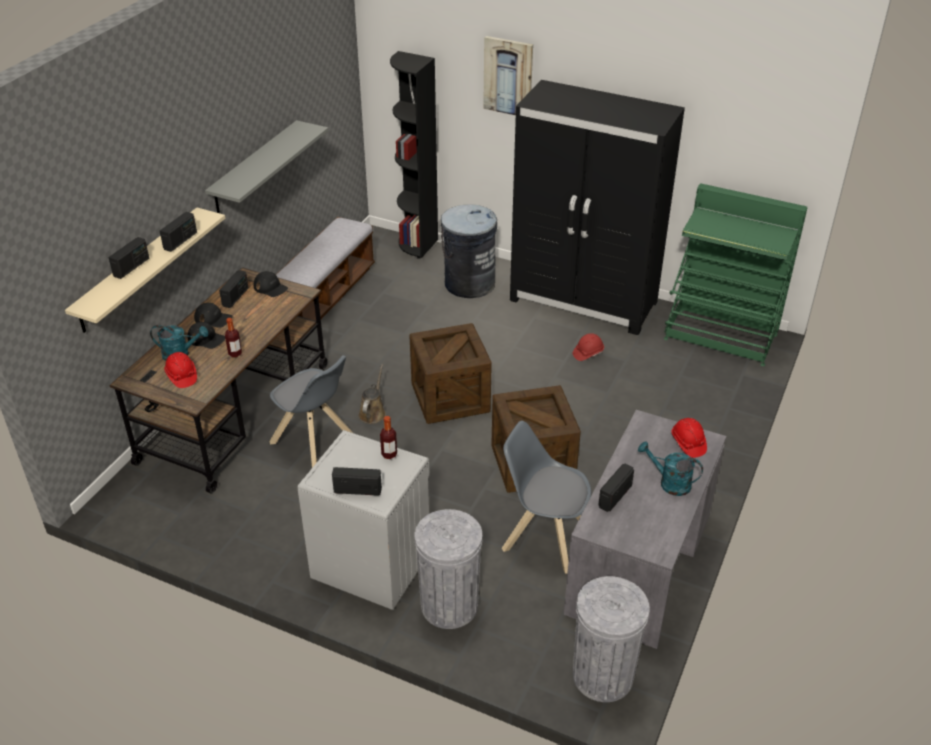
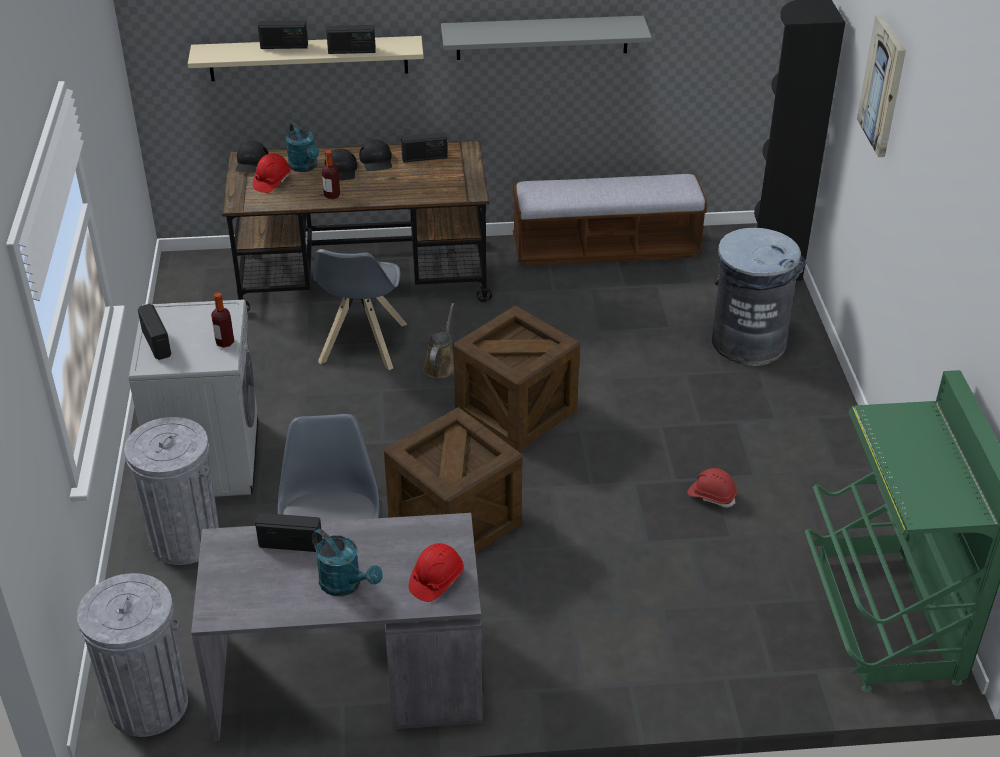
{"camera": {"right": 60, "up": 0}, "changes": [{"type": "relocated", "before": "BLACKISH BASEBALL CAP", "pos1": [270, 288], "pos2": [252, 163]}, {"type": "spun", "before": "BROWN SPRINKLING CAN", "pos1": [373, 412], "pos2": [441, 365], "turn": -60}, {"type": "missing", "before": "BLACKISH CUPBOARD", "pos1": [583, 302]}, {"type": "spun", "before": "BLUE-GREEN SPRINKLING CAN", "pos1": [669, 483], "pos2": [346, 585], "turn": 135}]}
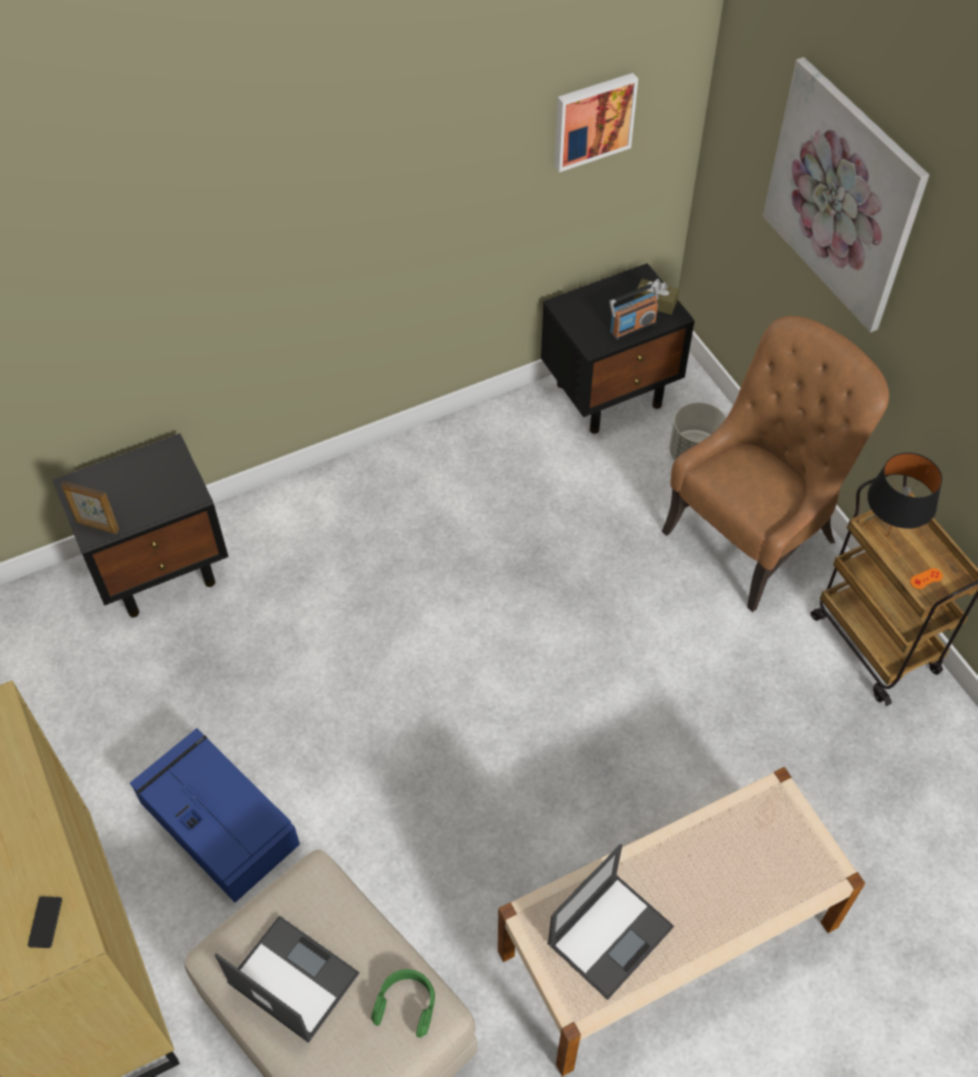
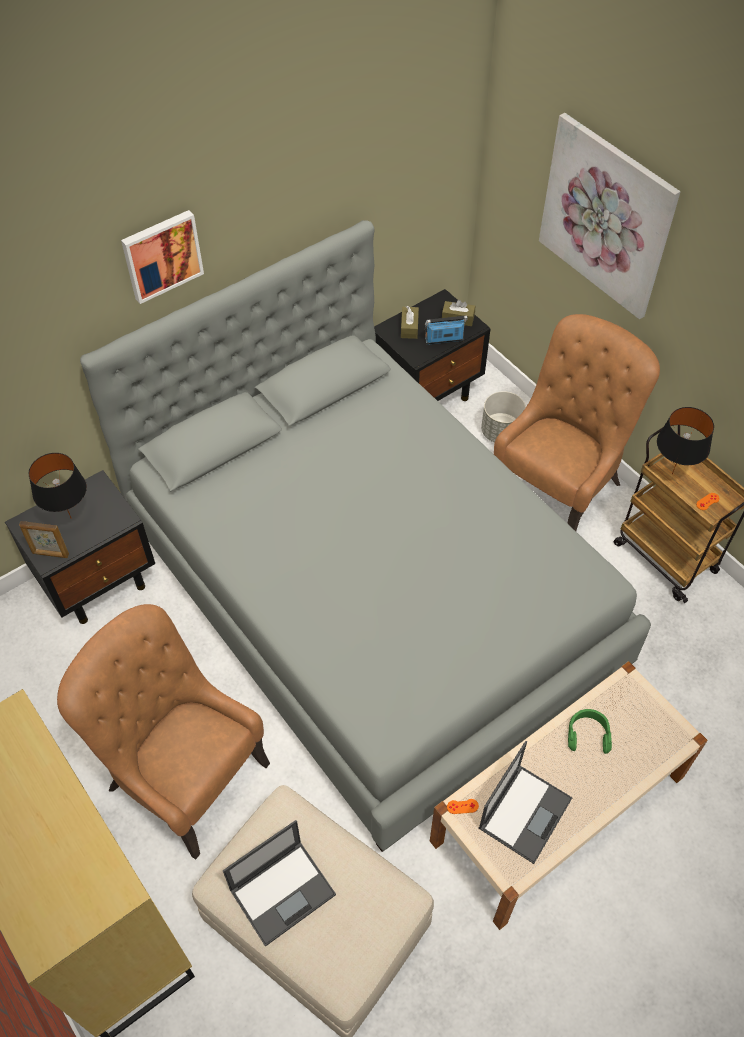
{"camera": {"right": -10, "up": 0}, "changes": [{"type": "missing", "before": "PHONE", "pos1": [45, 922]}, {"type": "exchanged", "before": "BLUISH STORAGE BOX", "after": "BROWN UPRIGHT CHAIR", "pos1": [217, 821], "pos2": [186, 776]}, {"type": "spun", "before": "LAPTOP", "pos1": [292, 978], "pos2": [283, 891], "turn": 120}, {"type": "relocated", "before": "GREEN HEADSET", "pos1": [406, 1004], "pos2": [588, 734]}, {"type": "relocated", "before": "WALL ART", "pos1": [592, 120], "pos2": [161, 255]}, {"type": "spun", "before": "RADIO SET", "pos1": [632, 327], "pos2": [444, 339], "turn": -150}, {"type": "appeared", "after": "BLACKISH LAMP FOR A TABLE", "pos2": [71, 518]}, {"type": "appeared", "after": "GRAY BEDROOM BED", "pos2": [371, 594]}, {"type": "appeared", "after": "BROWN BOX OF TISSUES", "pos2": [409, 327]}, {"type": "appeared", "after": "ORANGE-COLOURED JOYPAD", "pos2": [462, 806]}]}
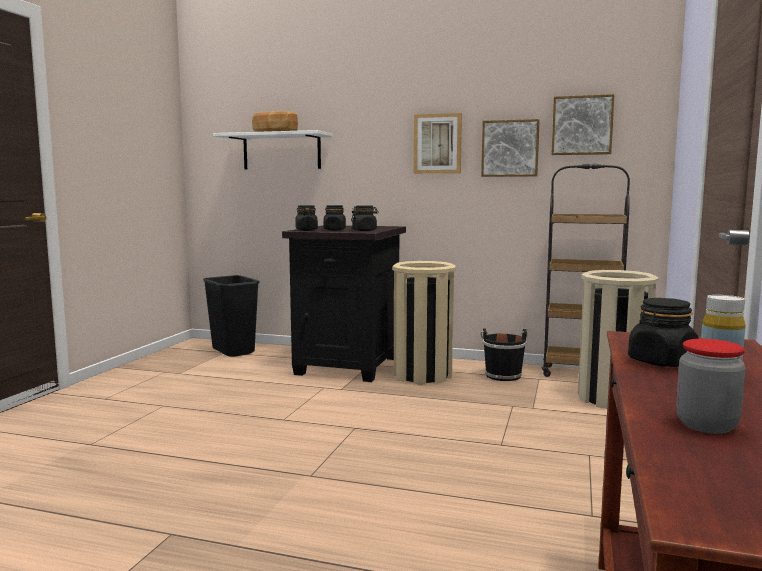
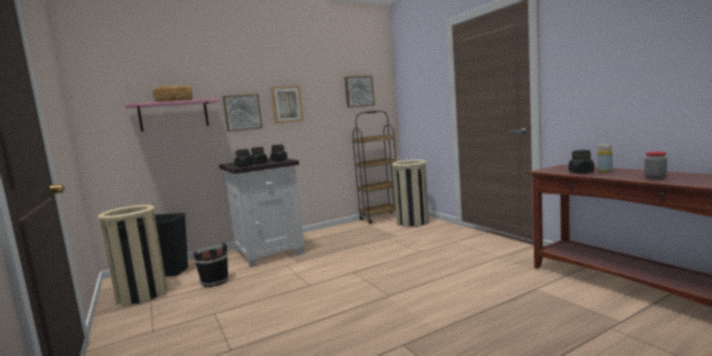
{"camera": {"right": -45, "up": 0}, "changes": [{"type": "colour", "before": "WHITISH BRACKET SHELF", "after": "PINK BRACKET SHELF", "pos1": [281, 151], "pos2": [174, 115]}, {"type": "colour", "before": "BLACKISH CUPBOARD", "after": "WHITISH CUPBOARD", "pos1": [349, 365], "pos2": [268, 251]}, {"type": "relocated", "before": "BEIGE-COLOURED RUBBISH BIN", "pos1": [422, 375], "pos2": [142, 295]}, {"type": "relocated", "before": "BLACKISH BUCKET", "pos1": [502, 375], "pos2": [214, 281]}, {"type": "relocated", "before": "WALL ART", "pos1": [510, 148], "pos2": [242, 112]}]}
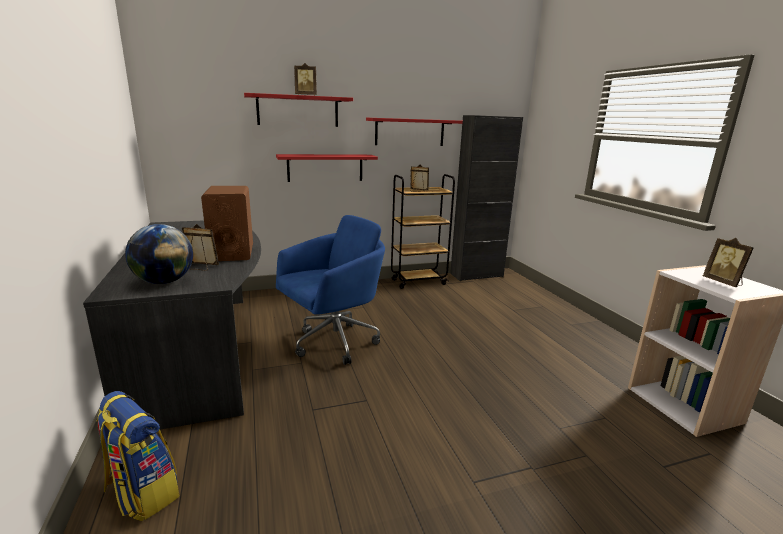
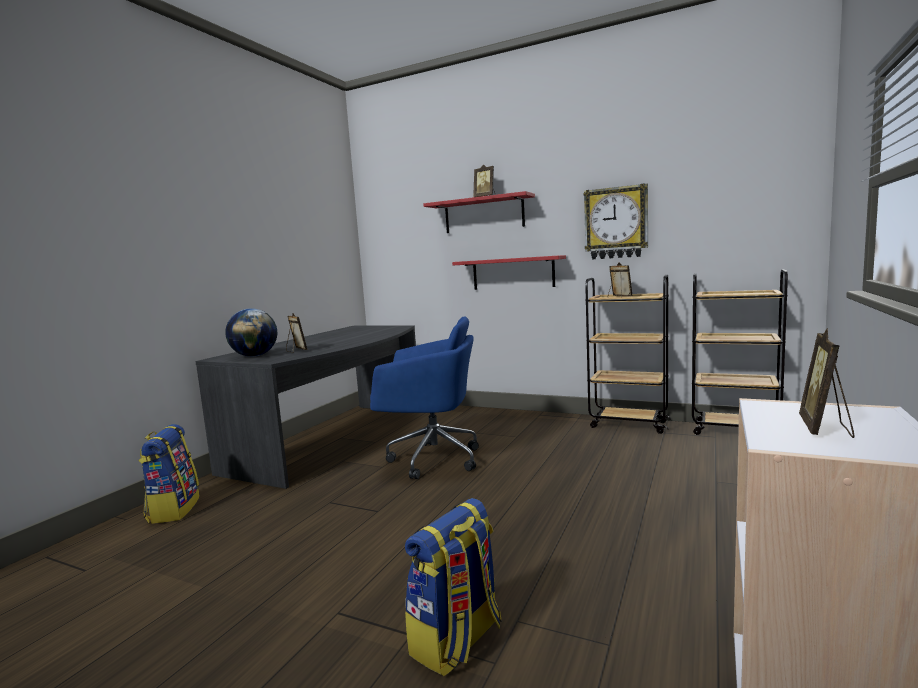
{"camera": {"right": 45, "up": -10}, "changes": [{"type": "missing", "before": "BROWN AUDIO SPEAKER", "pos1": [232, 253]}, {"type": "exchanged", "before": "REDDISH BRACKET SHELF", "after": "WALL CLOCK", "pos1": [410, 132], "pos2": [616, 223]}, {"type": "exchanged", "before": "BLACKISH CUPBOARD", "after": "BROWN TROLLEY", "pos1": [476, 275], "pos2": [735, 431]}, {"type": "appeared", "after": "BACKPACK", "pos2": [457, 641]}]}
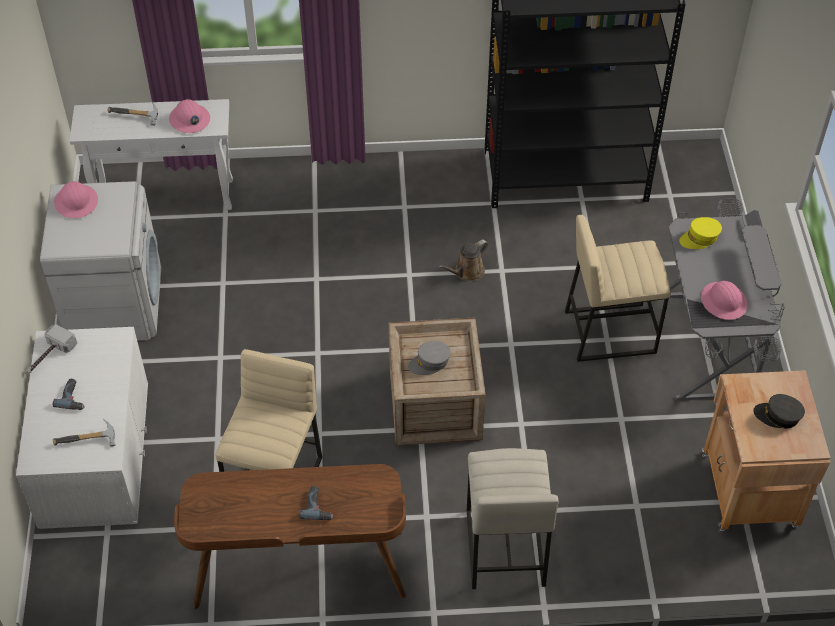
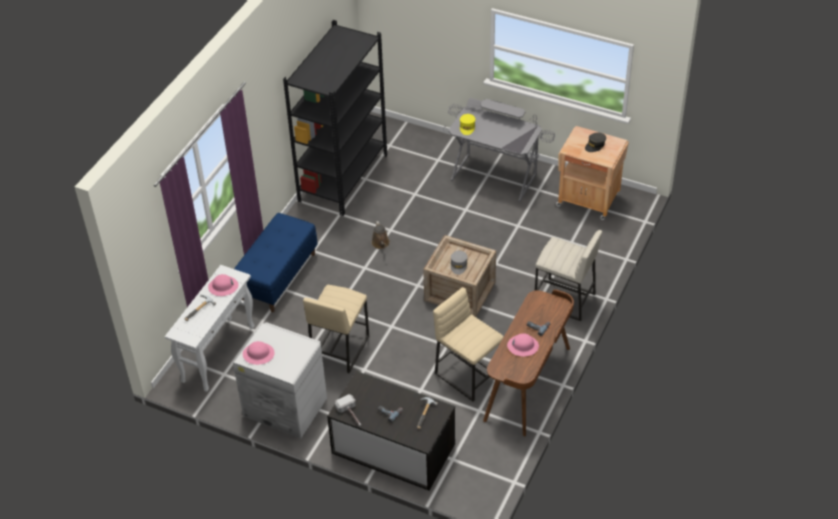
{"camera": {"right": -60, "up": -5}, "changes": [{"type": "colour", "before": "WHITISH CUPBOARD", "after": "BLACKISH CUPBOARD", "pos1": [95, 452], "pos2": [393, 448]}, {"type": "relocated", "before": "BEIGE-COLOURED STOOL SEAT", "pos1": [610, 332], "pos2": [340, 349]}, {"type": "relocated", "before": "PINK SAFETY HELMET", "pos1": [724, 301], "pos2": [522, 346]}, {"type": "appeared", "after": "BLUISH LONG SEAT", "pos2": [278, 276]}]}
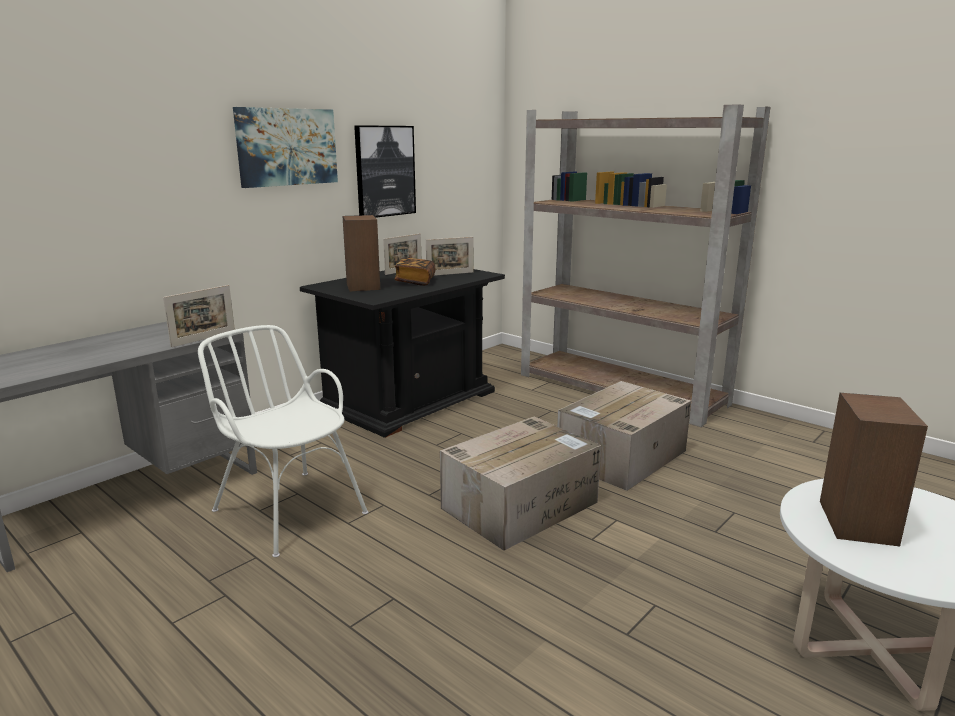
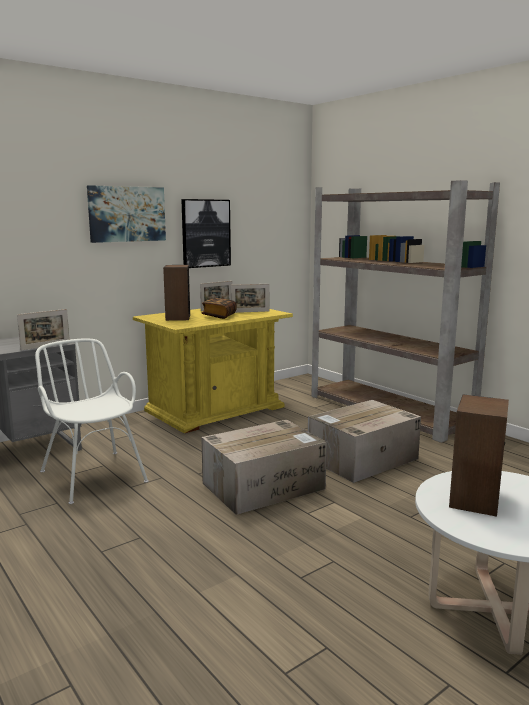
{"camera": {"right": 10, "up": -5}, "changes": [{"type": "colour", "before": "BLACKISH CUPBOARD", "after": "YELLOWISH CUPBOARD", "pos1": [410, 400], "pos2": [215, 409]}]}
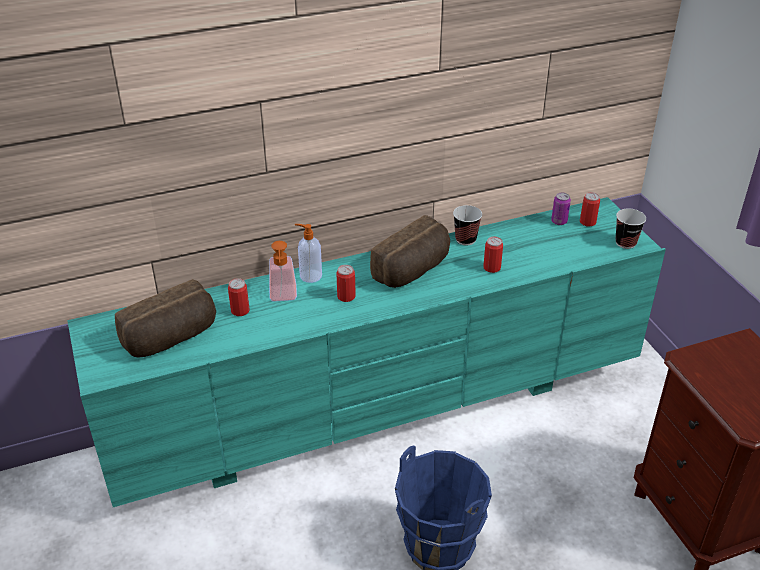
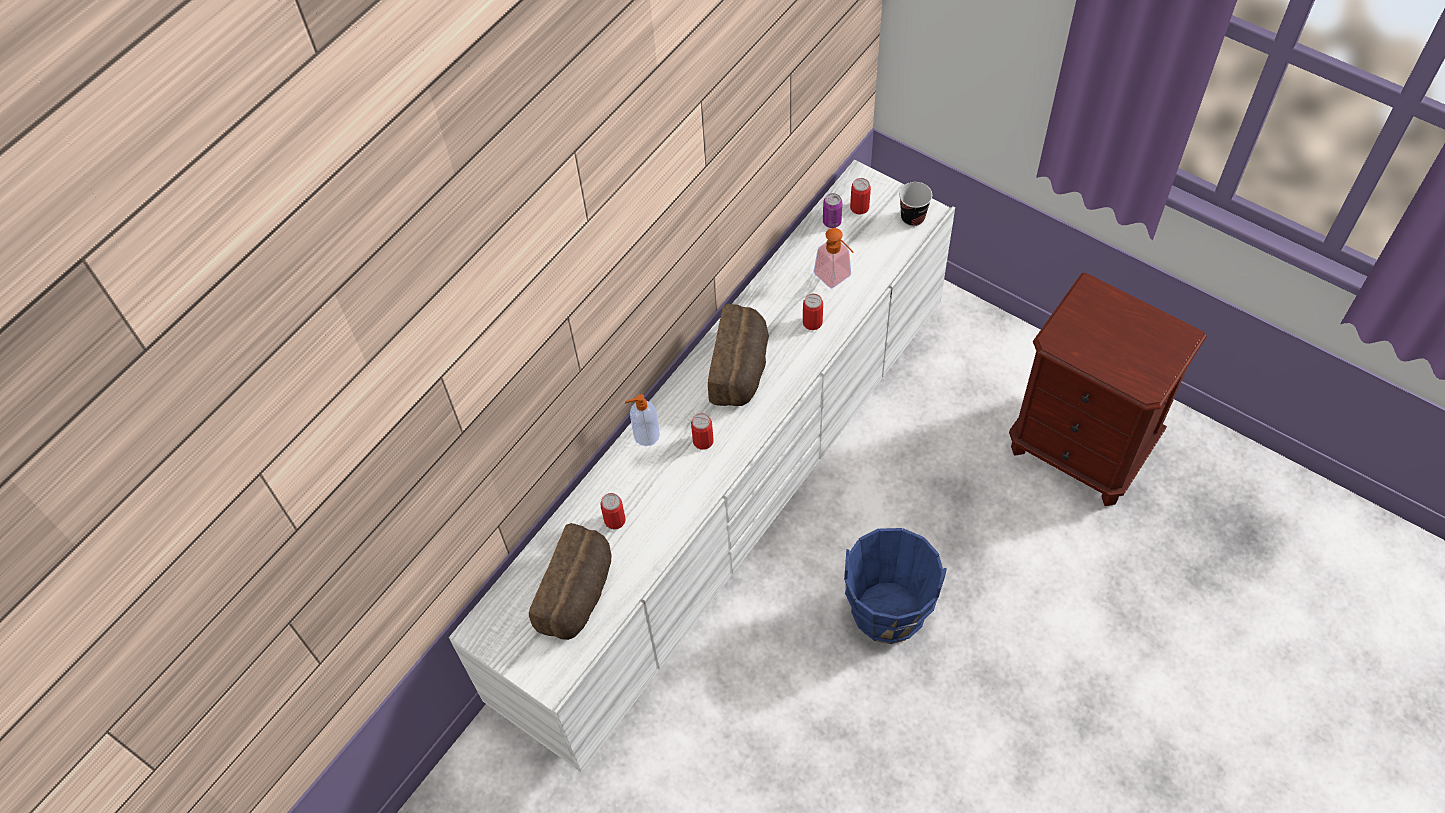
{"camera": {"right": -30, "up": 20}, "changes": [{"type": "colour", "before": "BLUE-GREEN CUPBOARD", "after": "WHITISH CUPBOARD", "pos1": [379, 413], "pos2": [729, 504]}, {"type": "relocated", "before": "SOAP BOTTLE", "pos1": [283, 297], "pos2": [836, 278]}, {"type": "missing", "before": "SMALL CUP", "pos1": [465, 239]}]}
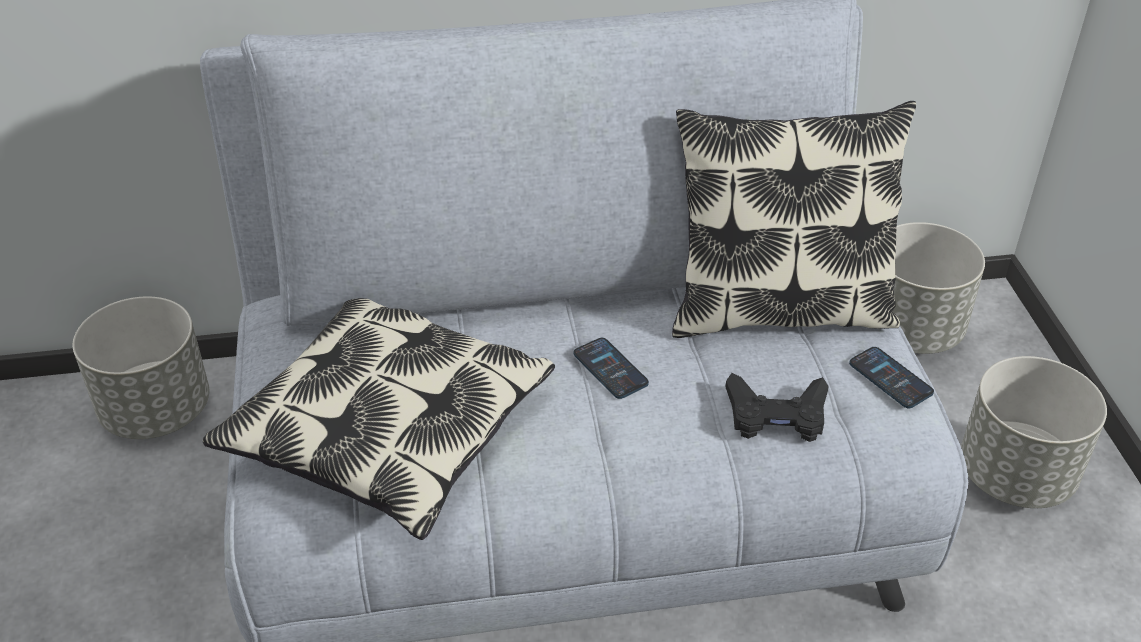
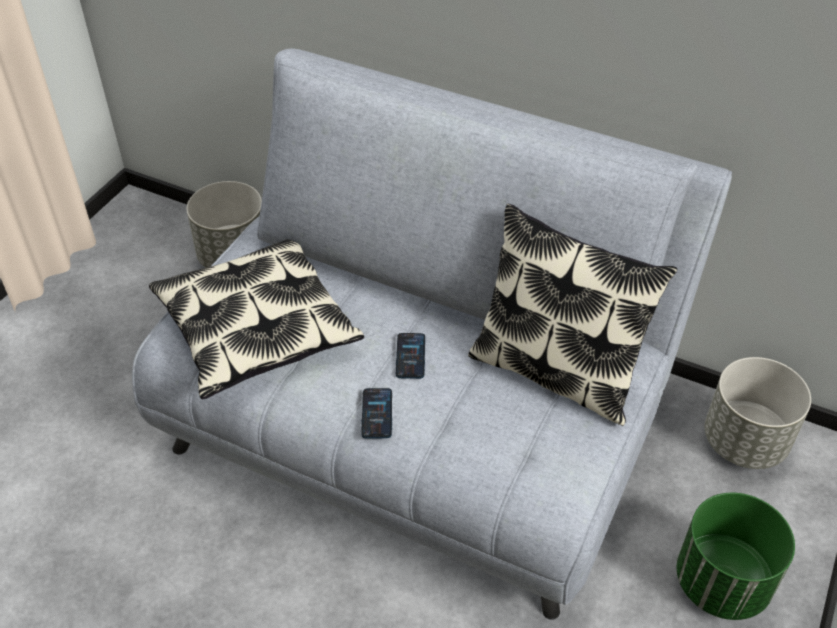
{"camera": {"right": 35, "up": 5}, "changes": [{"type": "missing", "before": "BLACKISH JOYPAD", "pos1": [776, 415]}, {"type": "relocated", "before": "PHONE", "pos1": [890, 378], "pos2": [377, 414]}, {"type": "colour", "before": "GRAY PLANTER", "after": "GREEN PLANTER", "pos1": [1016, 476], "pos2": [722, 583]}]}
